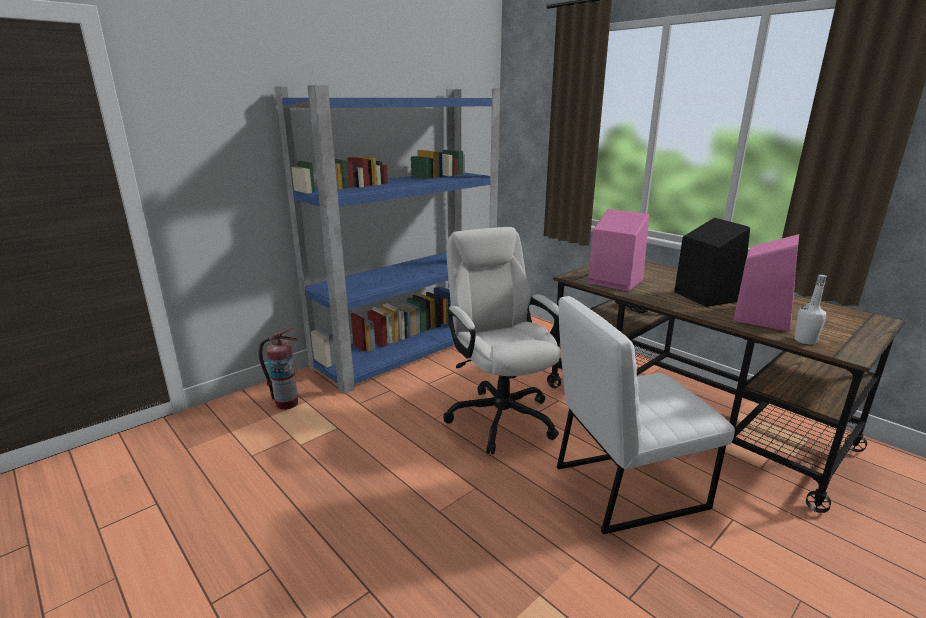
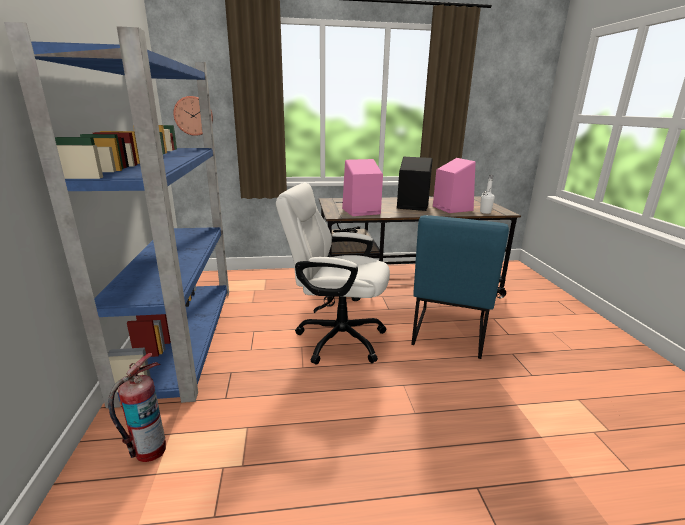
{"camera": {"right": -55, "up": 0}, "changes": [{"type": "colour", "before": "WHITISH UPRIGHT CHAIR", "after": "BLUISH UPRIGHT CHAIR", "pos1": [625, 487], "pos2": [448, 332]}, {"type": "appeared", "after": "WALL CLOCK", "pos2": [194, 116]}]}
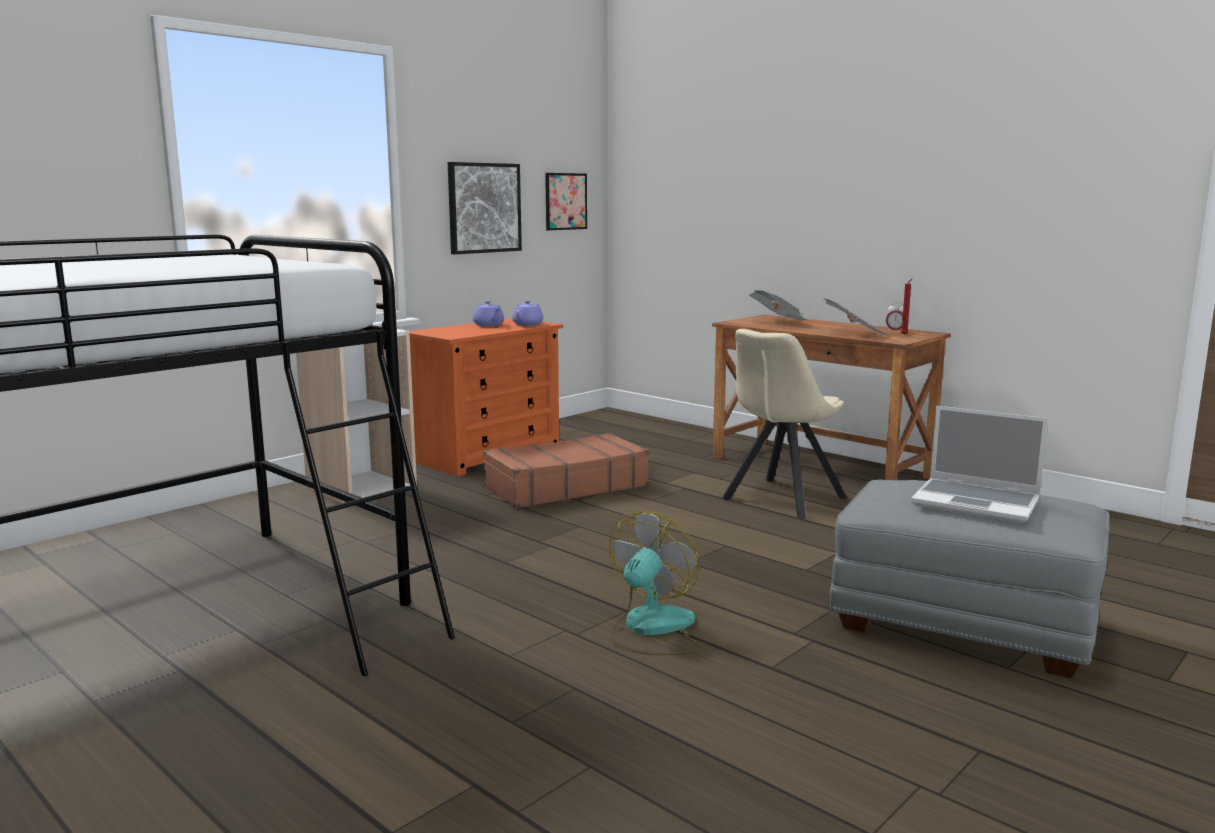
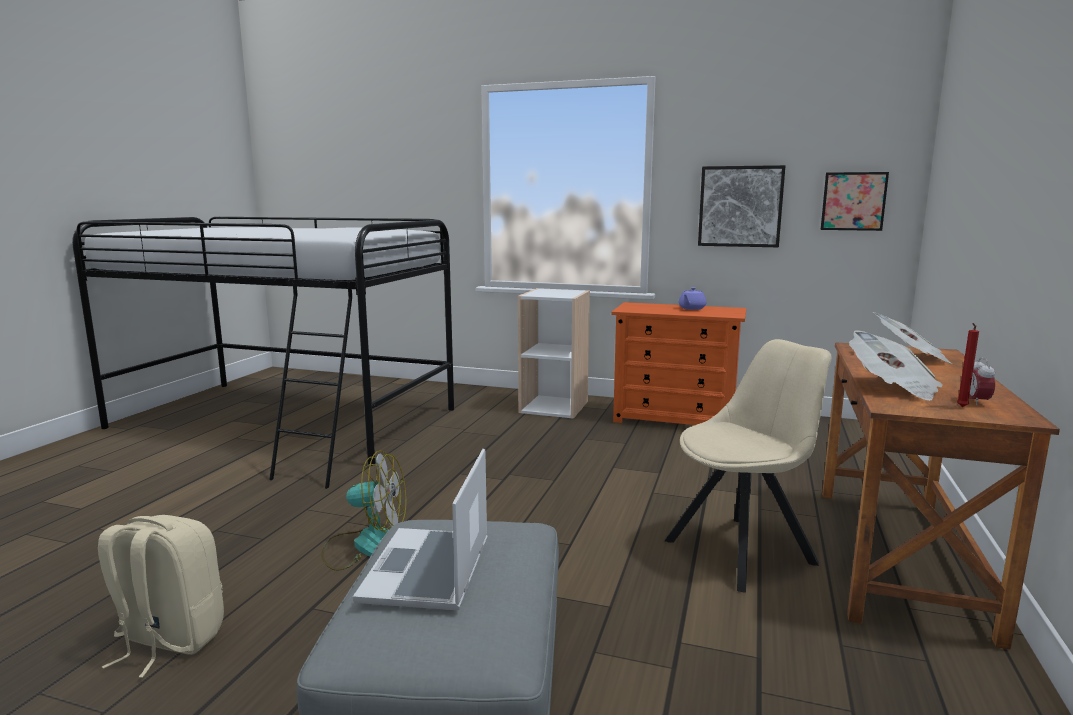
{"camera": {"right": 65, "up": 0}, "changes": [{"type": "missing", "before": "BROWN SUITCASE", "pos1": [565, 486]}, {"type": "missing", "before": "PURPLE TEAPOT", "pos1": [528, 324]}, {"type": "spun", "before": "BEIGE-COLOURED UPRIGHT CHAIR", "pos1": [782, 499], "pos2": [742, 550], "turn": 135}, {"type": "appeared", "after": "BEIGE-COLOURED BACKPACK", "pos2": [168, 641]}]}
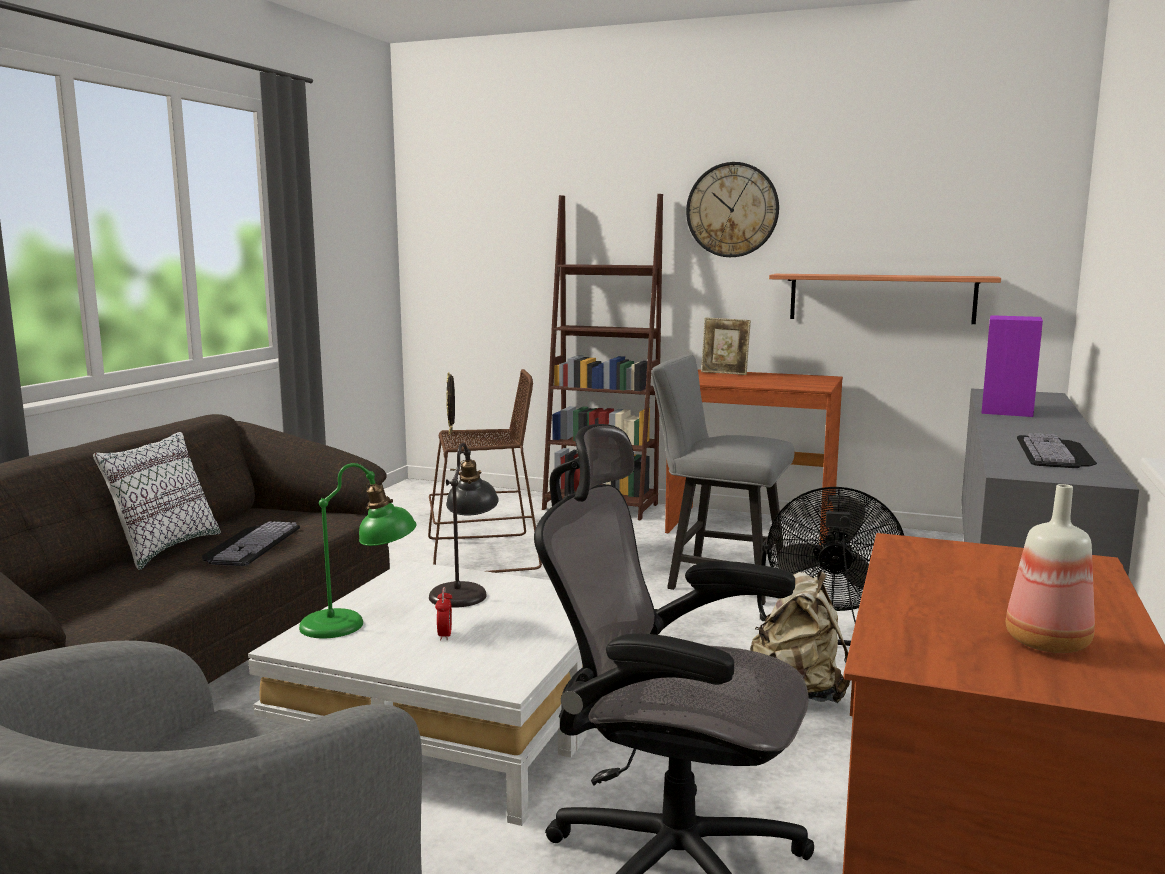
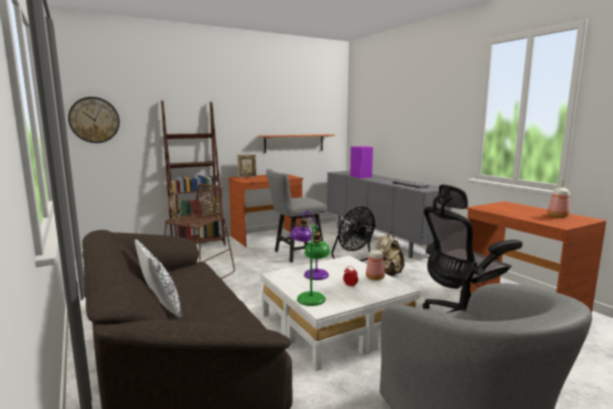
{"camera": {"right": -50, "up": 0}, "changes": [{"type": "missing", "before": "PC KEYBOARD", "pos1": [249, 544]}, {"type": "colour", "before": "GRAY LAMP FOR A TABLE", "after": "PURPLE LAMP FOR A TABLE", "pos1": [464, 587], "pos2": [308, 272]}, {"type": "relocated", "before": "WALL CLOCK", "pos1": [732, 210], "pos2": [94, 120]}, {"type": "appeared", "after": "BEVERAGE BOTTLE", "pos2": [375, 278]}]}
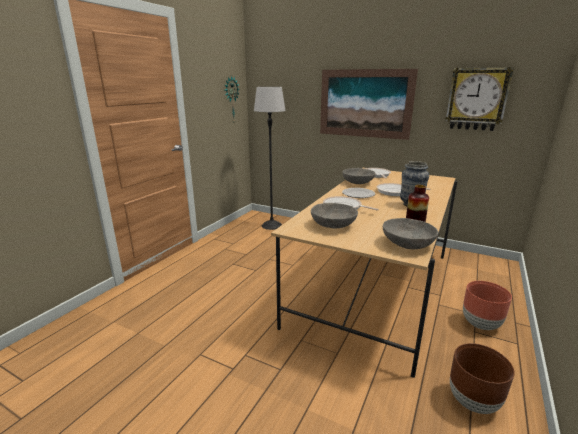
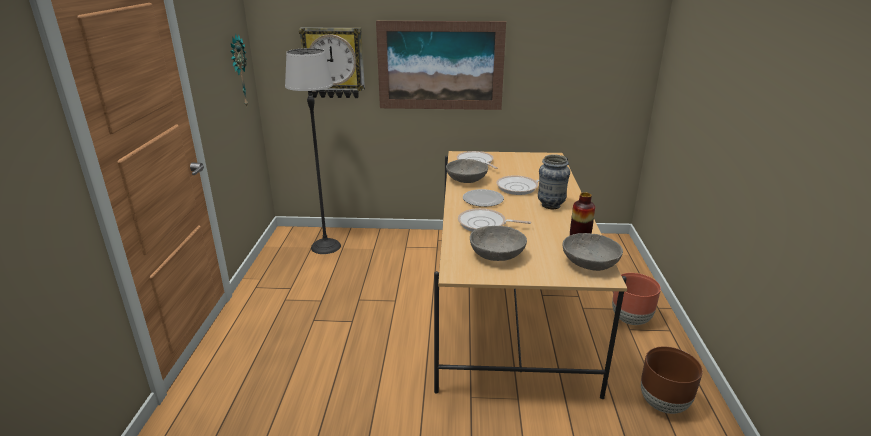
{"camera": {"right": -25, "up": 5}, "changes": [{"type": "relocated", "before": "WALL CLOCK", "pos1": [477, 99], "pos2": [333, 63]}]}
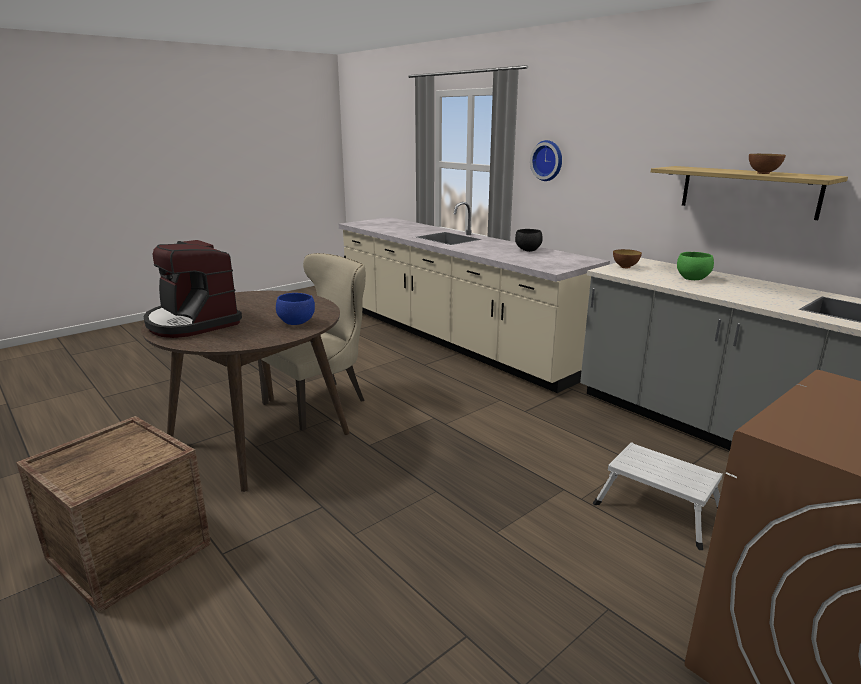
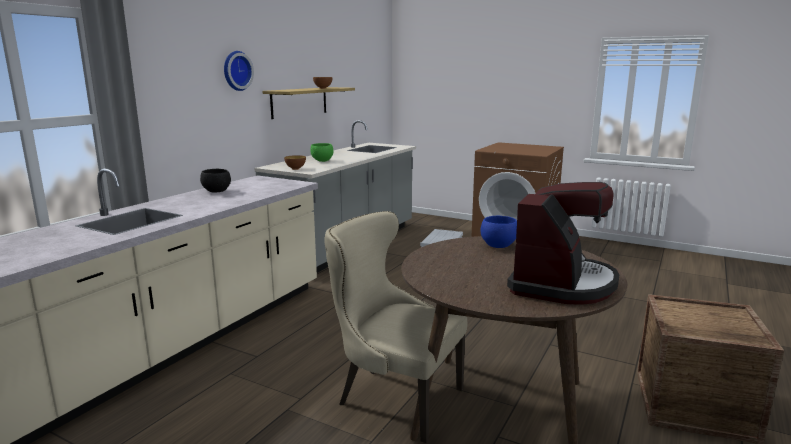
{"camera": {"right": -110, "up": -5}, "changes": [{"type": "relocated", "before": "WALL CLOCK", "pos1": [548, 160], "pos2": [236, 71]}]}
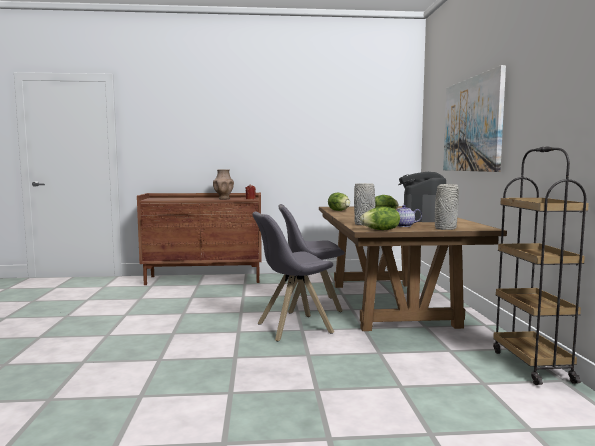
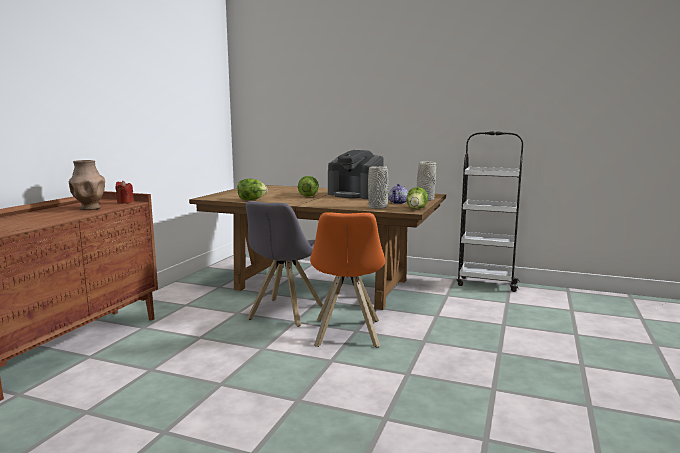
{"camera": {"right": -65, "up": 5}, "changes": [{"type": "colour", "before": "GRAY UPRIGHT CHAIR", "after": "ORANGE-COLOURED UPRIGHT CHAIR", "pos1": [293, 328], "pos2": [347, 333]}, {"type": "missing", "before": "WALL ART", "pos1": [472, 125]}, {"type": "colour", "before": "BROWN TROLLEY", "after": "WHITISH TROLLEY", "pos1": [532, 366], "pos2": [486, 284]}]}
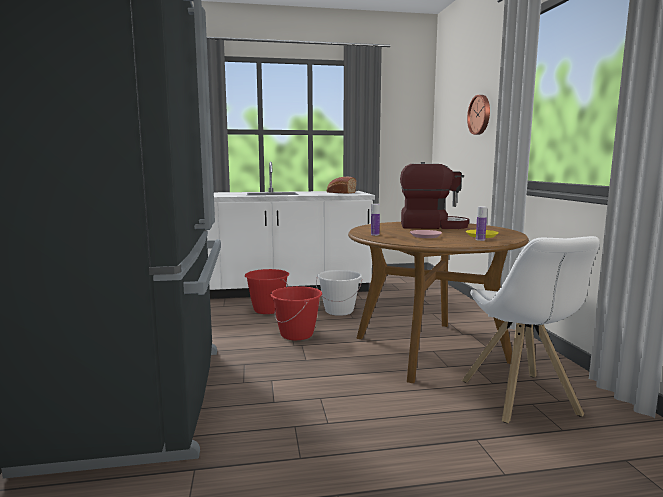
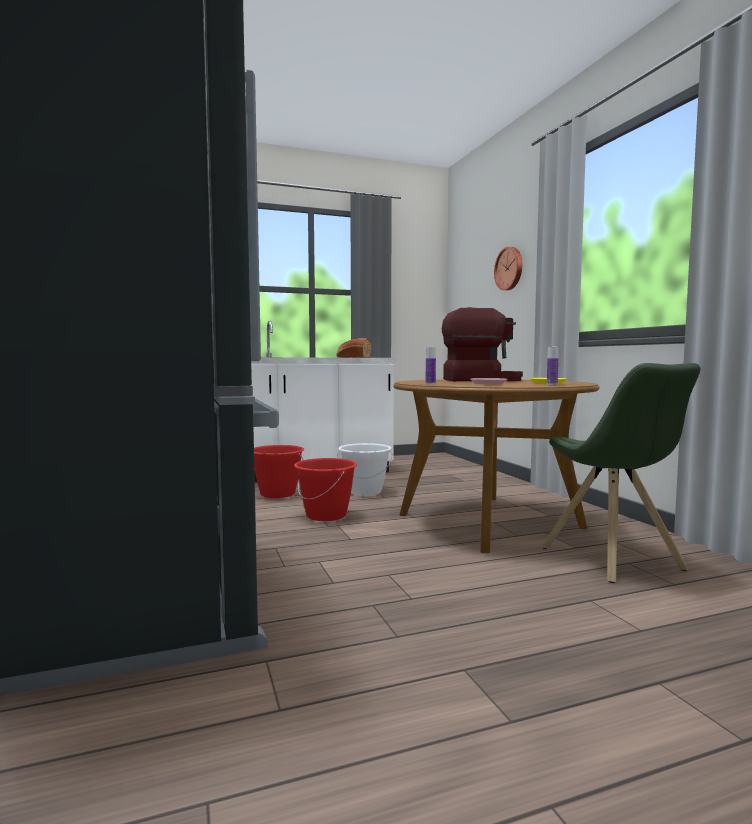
{"camera": {"right": -10, "up": -5}, "changes": [{"type": "colour", "before": "WHITISH UPRIGHT CHAIR", "after": "GREEN UPRIGHT CHAIR", "pos1": [520, 397], "pos2": [612, 558]}]}
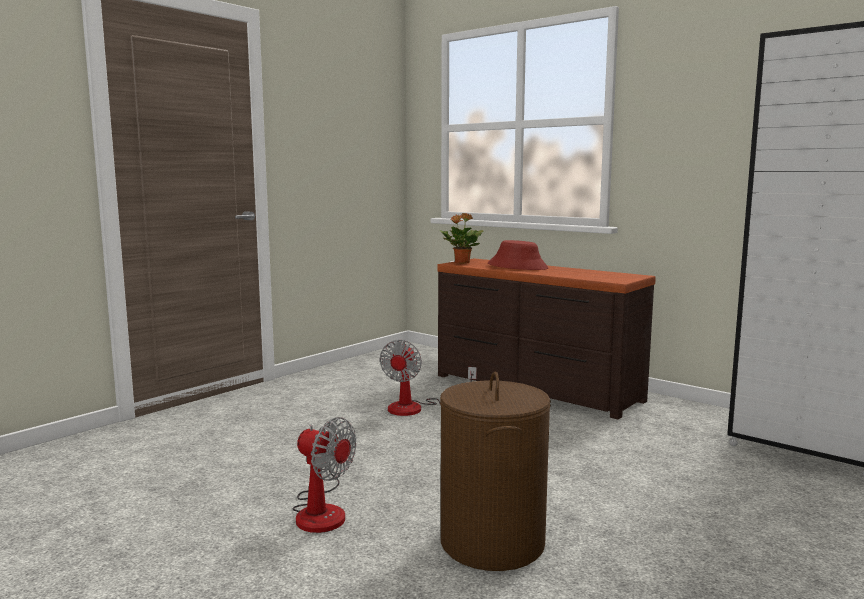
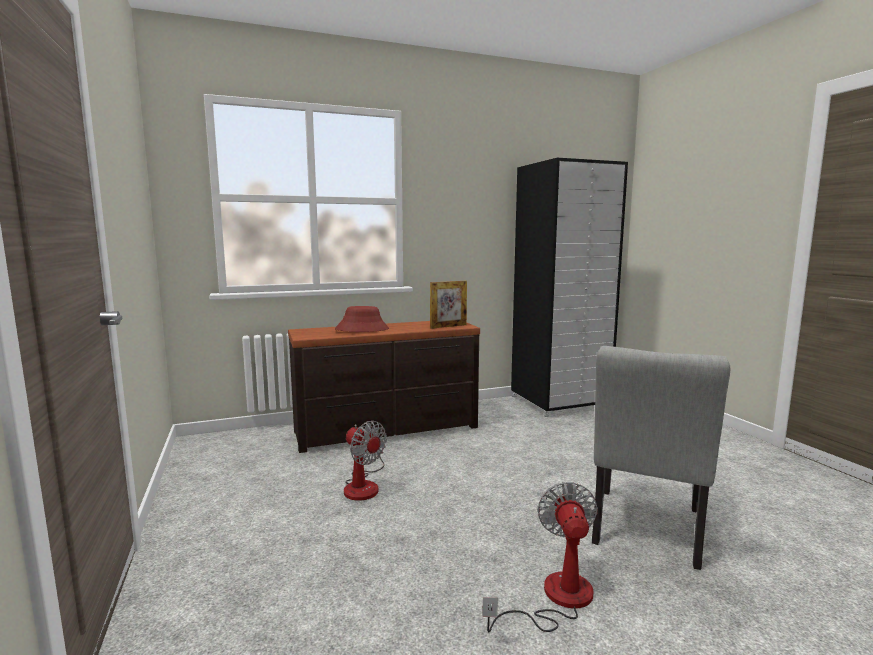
{"camera": {"right": -60, "up": 0}, "changes": [{"type": "spun", "before": "COOLING FAN", "pos1": [321, 510], "pos2": [555, 599], "turn": -60}, {"type": "missing", "before": "PLANT IN A POT", "pos1": [461, 262]}, {"type": "exchanged", "before": "BROWN HAMPER", "after": "GRAY UPRIGHT CHAIR", "pos1": [492, 542], "pos2": [645, 532]}, {"type": "appeared", "after": "STANDING FRAME", "pos2": [448, 326]}]}
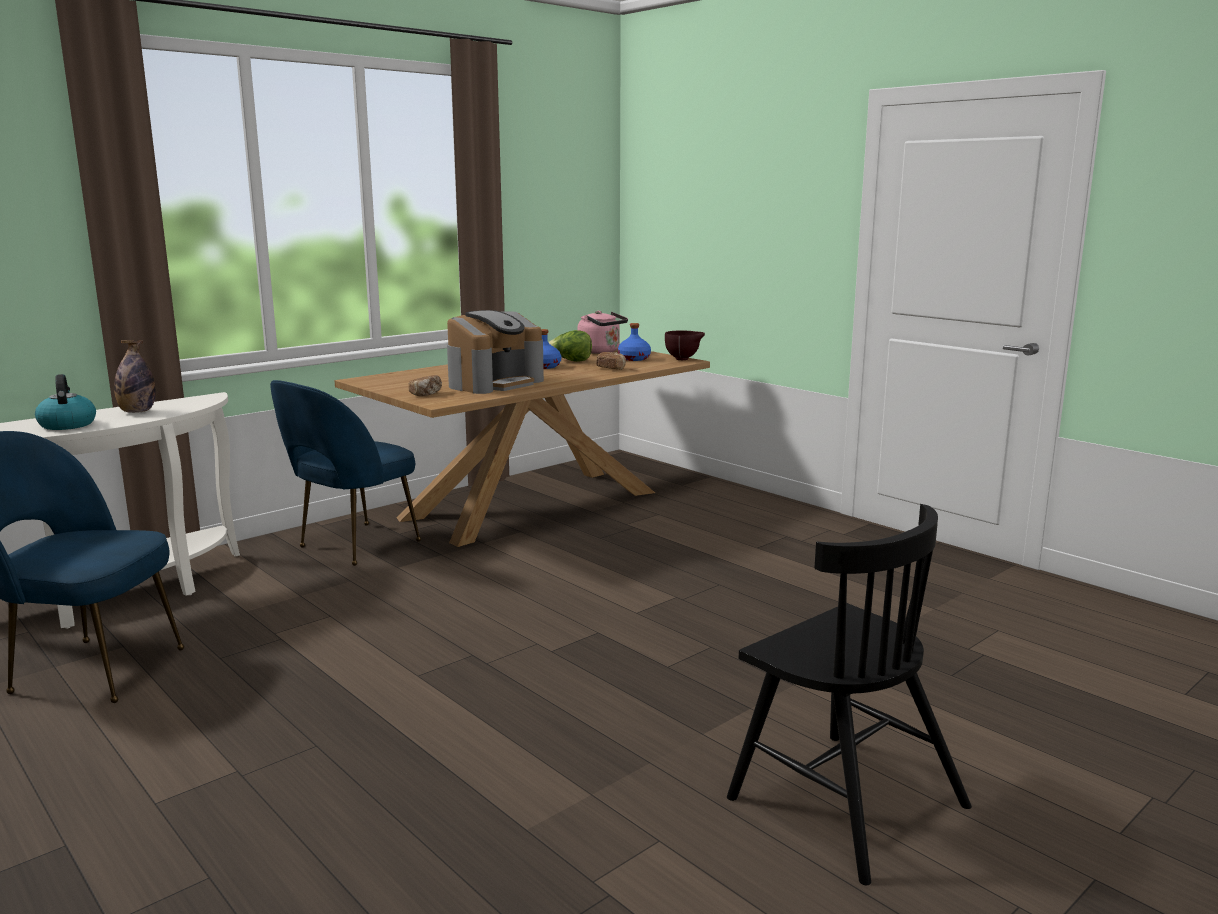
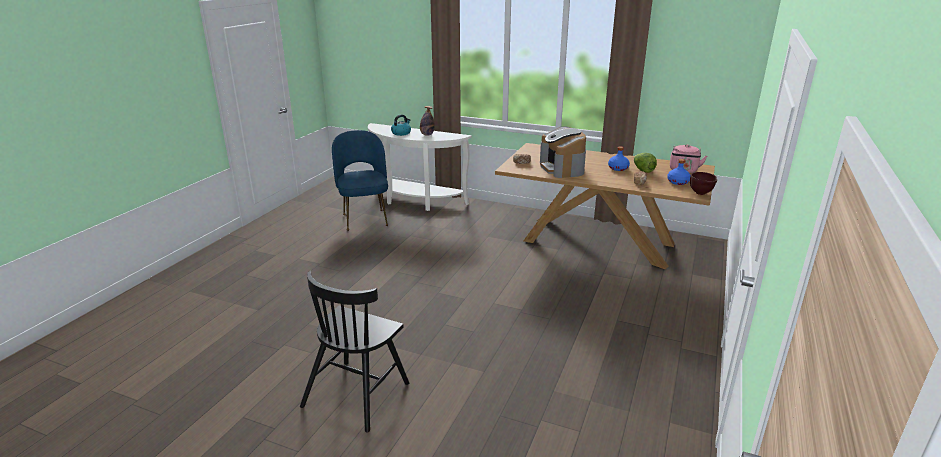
{"camera": {"right": 65, "up": 10}, "changes": [{"type": "missing", "before": "BLUISH UPRIGHT CHAIR", "pos1": [352, 547]}, {"type": "spun", "before": "COFFEE MAKER", "pos1": [495, 383], "pos2": [562, 168], "turn": 60}]}
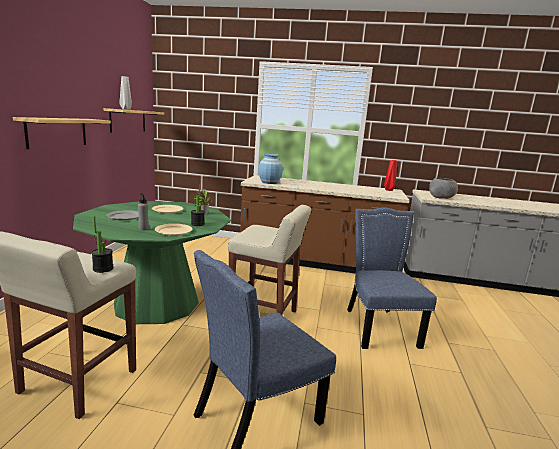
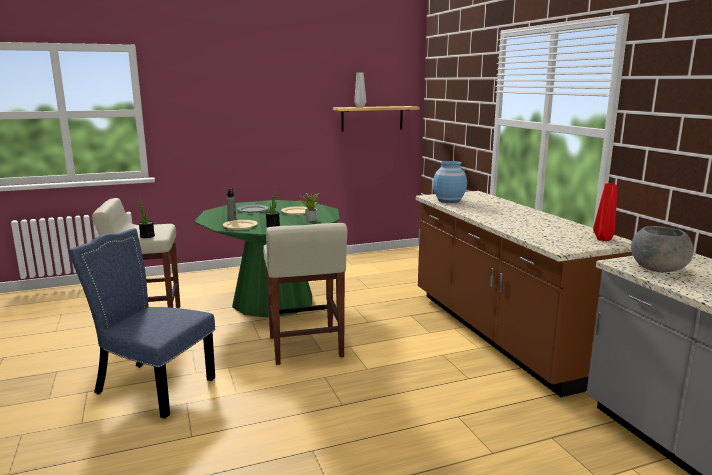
{"camera": {"right": 60, "up": 0}, "changes": [{"type": "missing", "before": "BRACKET SHELF", "pos1": [57, 132]}, {"type": "missing", "before": "BLUISH UPRIGHT CHAIR", "pos1": [380, 329]}]}
